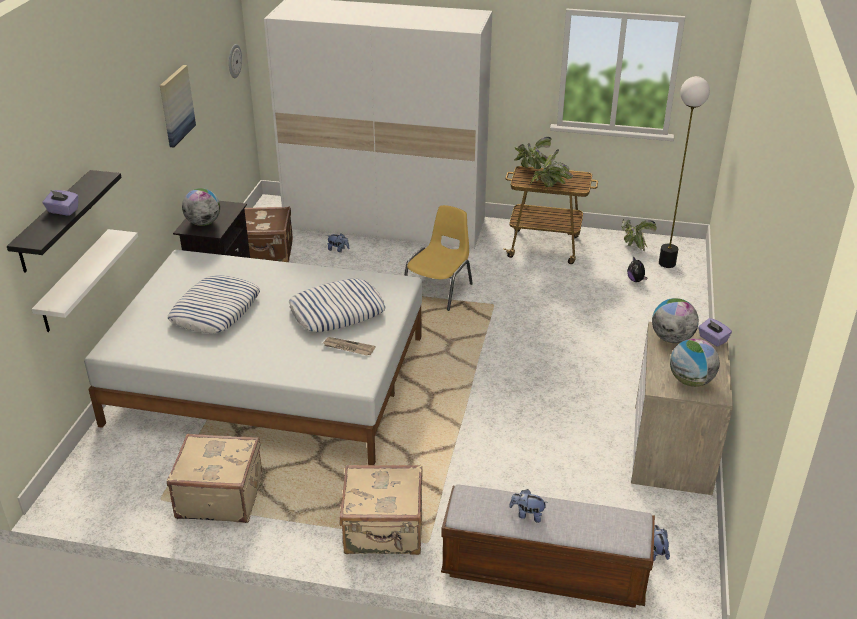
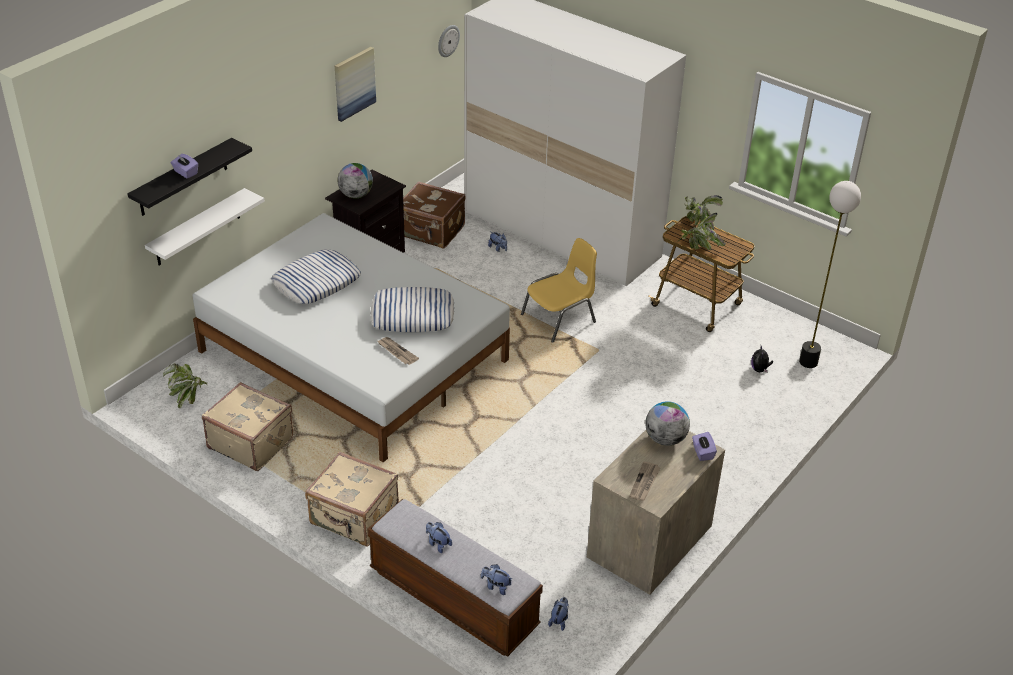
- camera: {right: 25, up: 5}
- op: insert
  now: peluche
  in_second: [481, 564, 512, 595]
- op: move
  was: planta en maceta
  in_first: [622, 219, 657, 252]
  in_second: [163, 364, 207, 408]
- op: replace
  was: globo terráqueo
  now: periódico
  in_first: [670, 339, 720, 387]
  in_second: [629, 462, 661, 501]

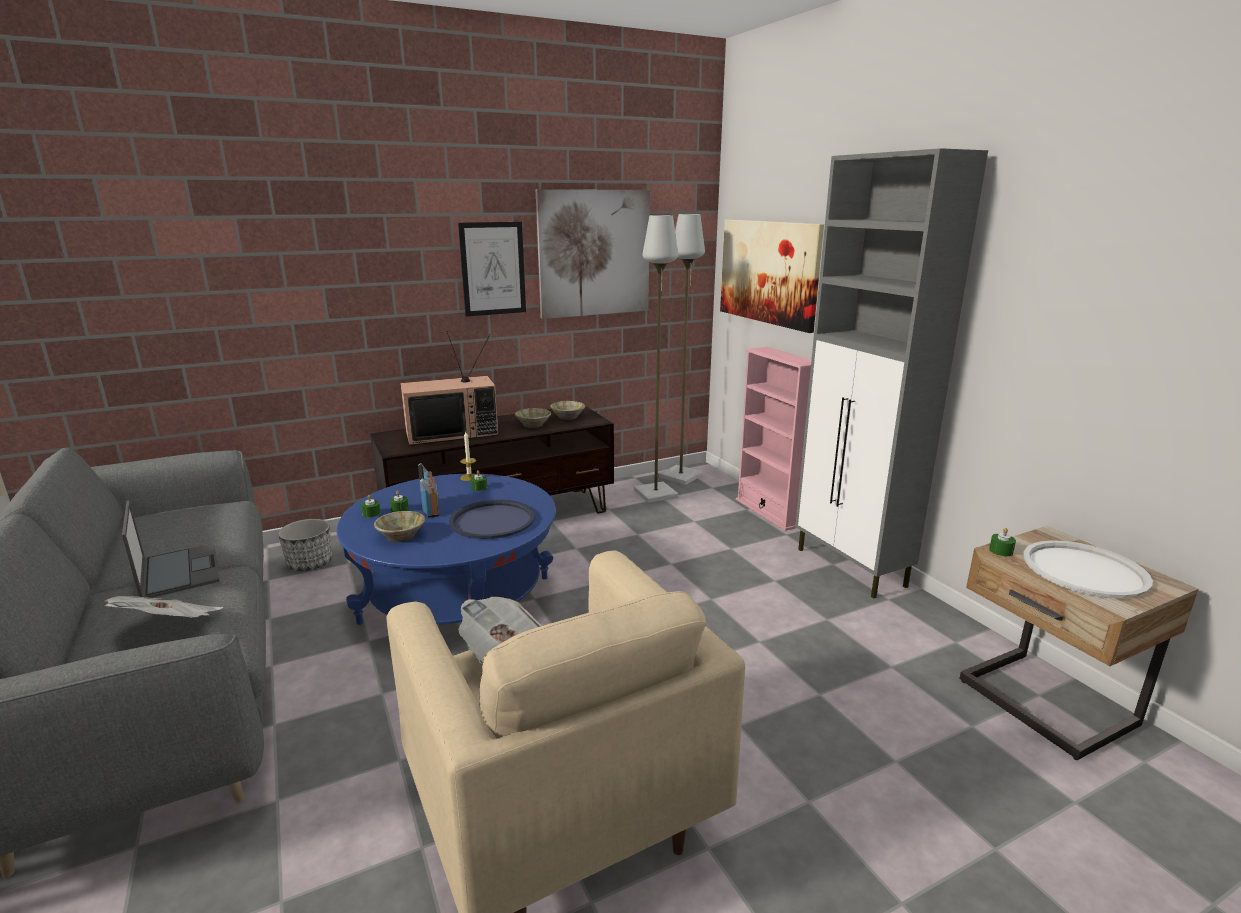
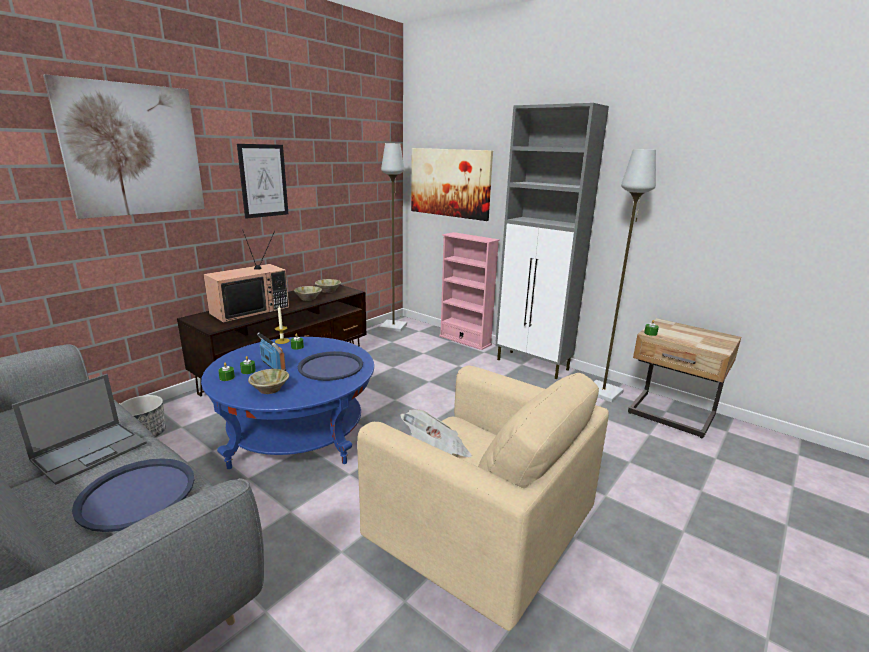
- camera: {right: -25, up: 0}
- op: delete
  was: bandeja (blanco)
  in_first: [1023, 540, 1153, 598]
- op: move
  was: cuadro
  in_first: [536, 189, 650, 319]
  in_second: [43, 74, 205, 219]
- op: move
  was: lámpara de pie (gris)
  in_first: [634, 215, 678, 503]
  in_second: [594, 149, 656, 402]
- op: replace
  was: periódico
  now: bandeja (azul)
  in_first: [104, 596, 223, 618]
  in_second: [72, 458, 194, 532]
- op: rotate
  was: portátil
  in_first: [122, 501, 219, 598]
  in_second: [12, 374, 147, 485]
  clockwise: 90

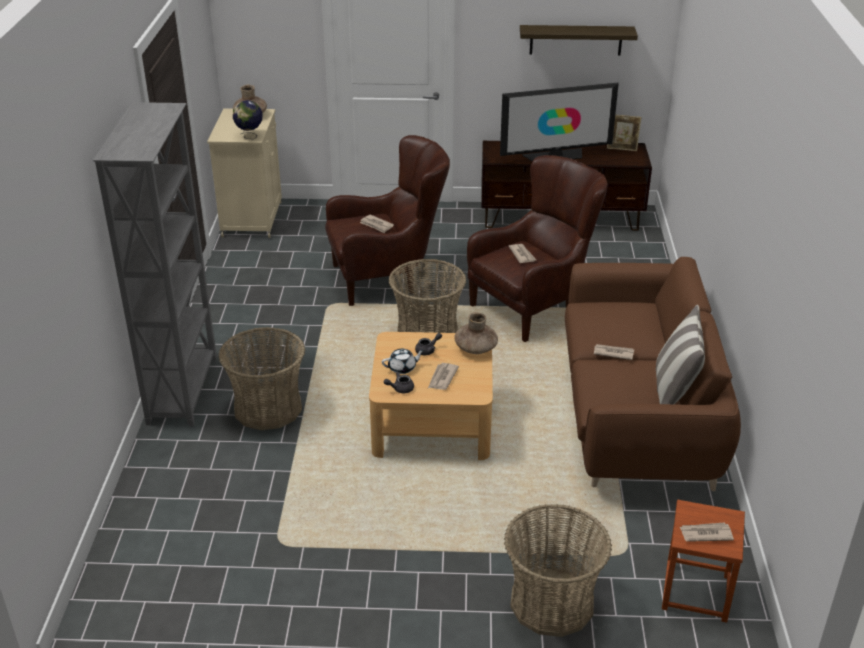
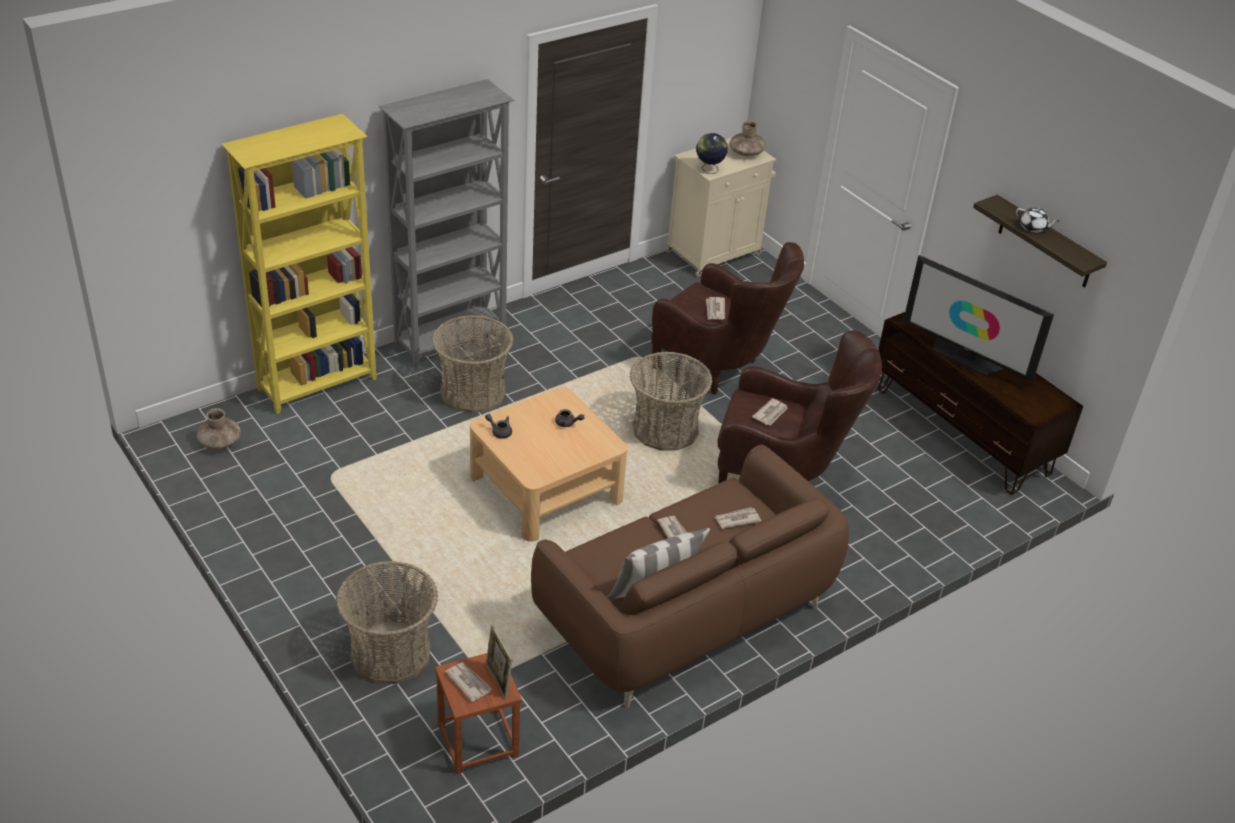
- camera: {right: 50, up: 5}
- op: insert
  now: estantería (amarillo)
  in_second: [221, 114, 377, 414]
- op: move
  was: tetera (blanco)
  in_first: [382, 349, 424, 374]
  in_second: [1016, 208, 1059, 233]
- op: move
  was: periódico
  in_first: [428, 363, 459, 390]
  in_second: [714, 507, 761, 529]
- op: move
  was: florero (marrón)
  in_first: [454, 312, 498, 354]
  in_second: [197, 408, 241, 450]
- op: move
  was: portarretratos
  in_first: [607, 114, 642, 151]
  in_second: [486, 624, 513, 699]

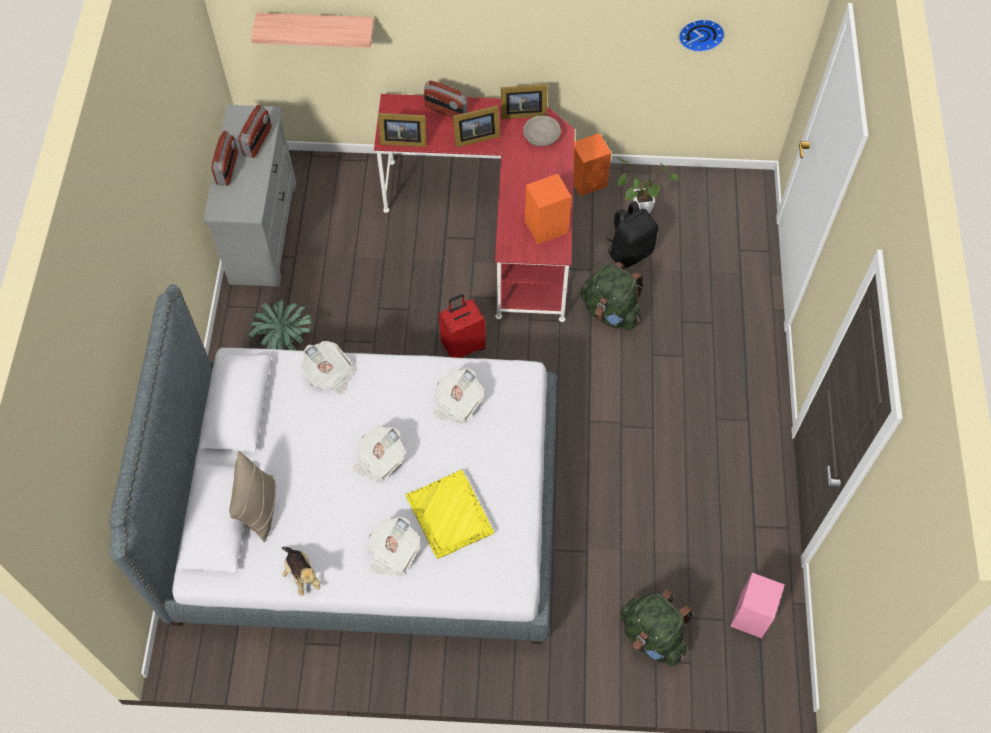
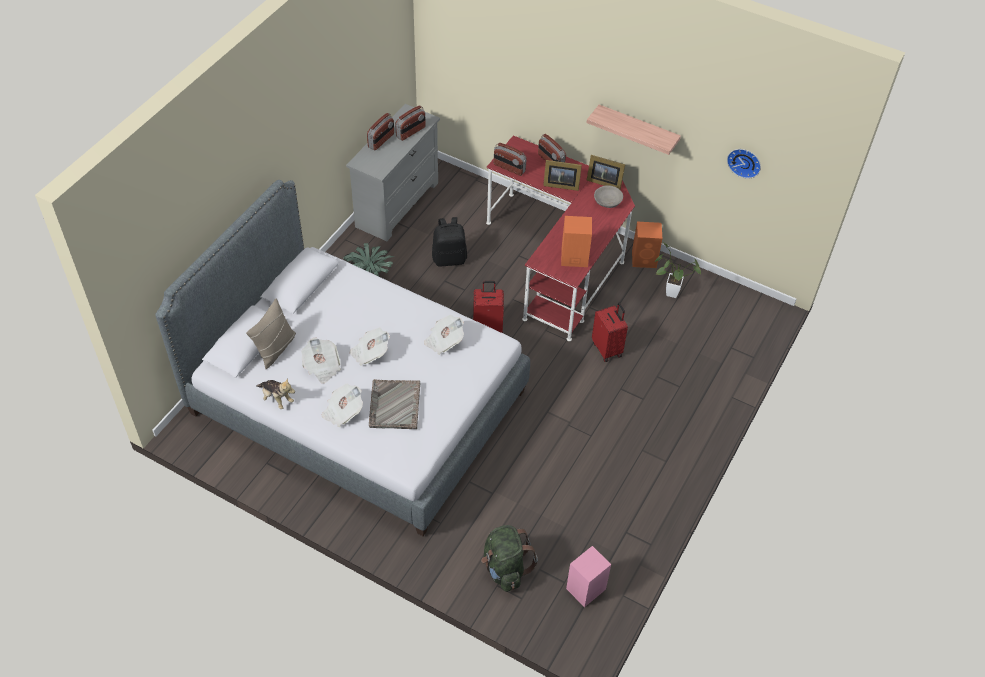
- camera: {right: 25, up: -10}
- op: move
  was: estante
  in_first: [251, 13, 374, 48]
  in_second: [587, 105, 681, 155]
- op: move
  was: periódico
  in_first: [301, 341, 354, 395]
  in_second: [301, 337, 341, 383]
- op: move
  was: mochila (negro)
  in_first: [607, 201, 658, 268]
  in_second: [432, 217, 467, 267]
- op: replace
  was: portarretratos
  now: radio
  in_first: [378, 113, 427, 147]
  in_second: [494, 143, 527, 176]
- op: replace
  was: mochila (verde)
  now: maleta (rojo)
  in_first: [581, 262, 644, 331]
  in_second: [592, 303, 628, 362]
- op: recolor
  was: bandeja (amarillo)
  now: bandeja (gris)
  in_first: [406, 470, 494, 559]
  in_second: [369, 379, 420, 429]
- op: rotate
  was: peluche
  in_first: [281, 547, 321, 596]
  in_second: [256, 378, 295, 409]
  clockwise: -45

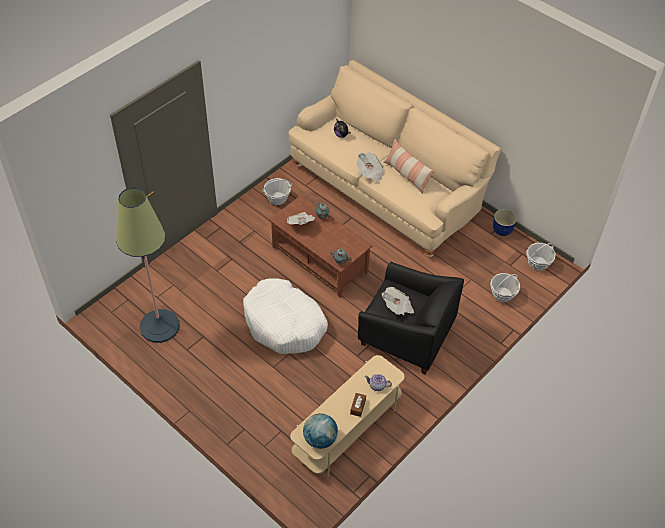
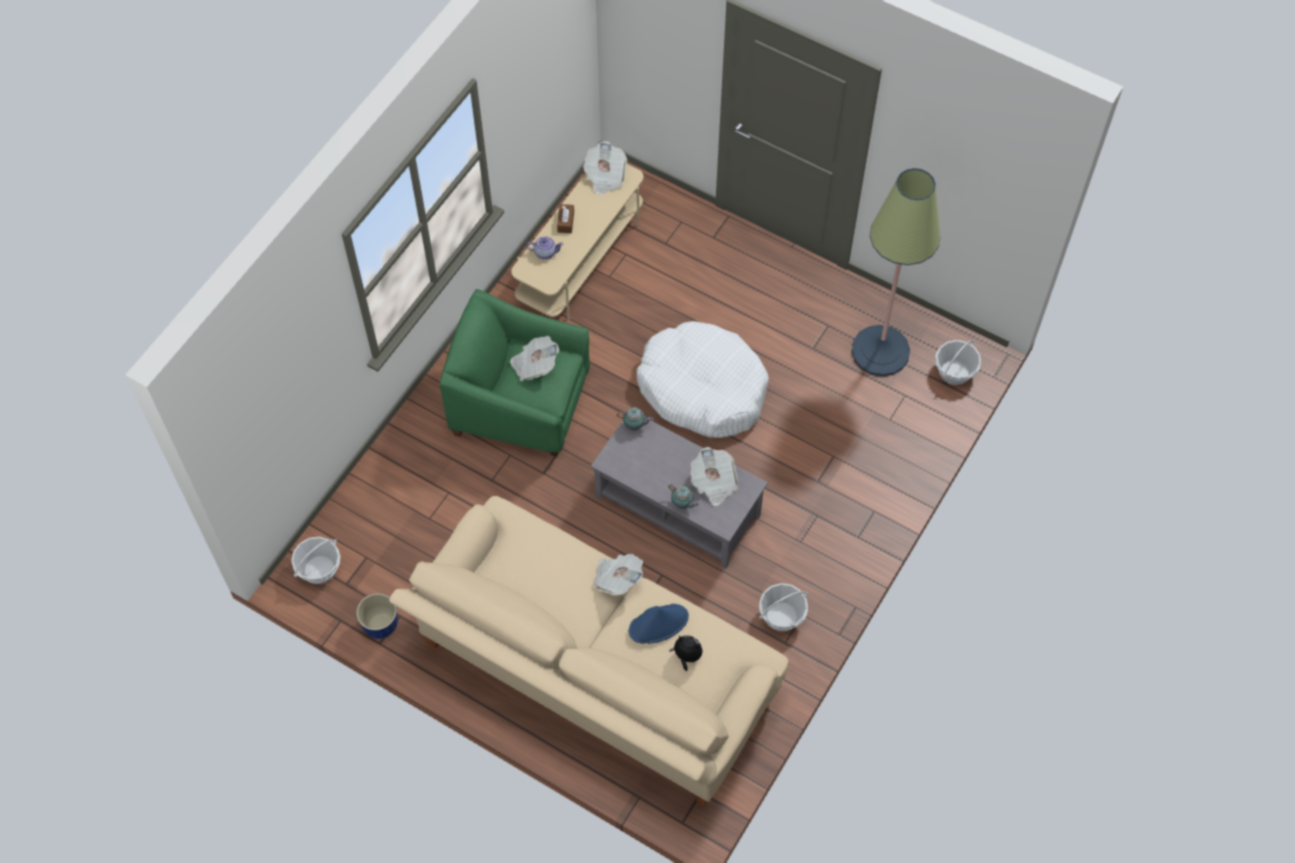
- camera: {right: 170, up: 10}
- op: delete
  was: cojín
  in_first: [384, 139, 435, 194]
- op: insert
  now: sombrero (azul)
  in_second: [629, 604, 689, 644]
- op: move
  was: cesta
  in_first: [491, 273, 520, 302]
  in_second: [935, 340, 981, 385]
- op: replace
  was: globo terráqueo
  now: periódico
  in_first: [303, 413, 338, 449]
  in_second: [583, 141, 627, 195]
- op: recolor
  was: mesa de centro (marrón)
  now: mesa de centro (gris)
  in_first: [269, 195, 373, 297]
  in_second: [591, 420, 768, 569]
- op: recolor
  was: sillón (negro)
  now: sillón (verde)
  in_first: [358, 262, 464, 375]
  in_second: [440, 289, 590, 456]

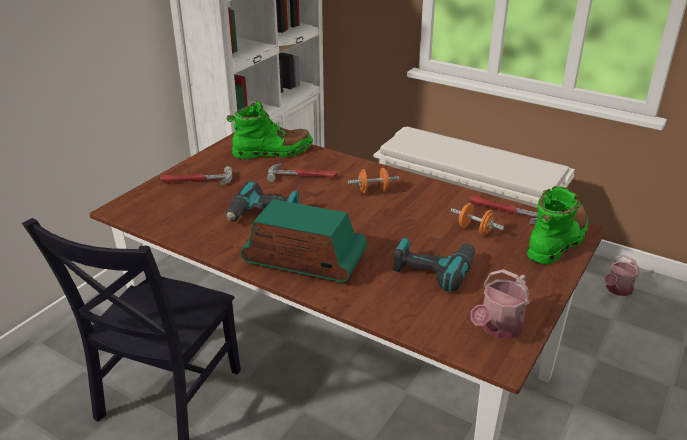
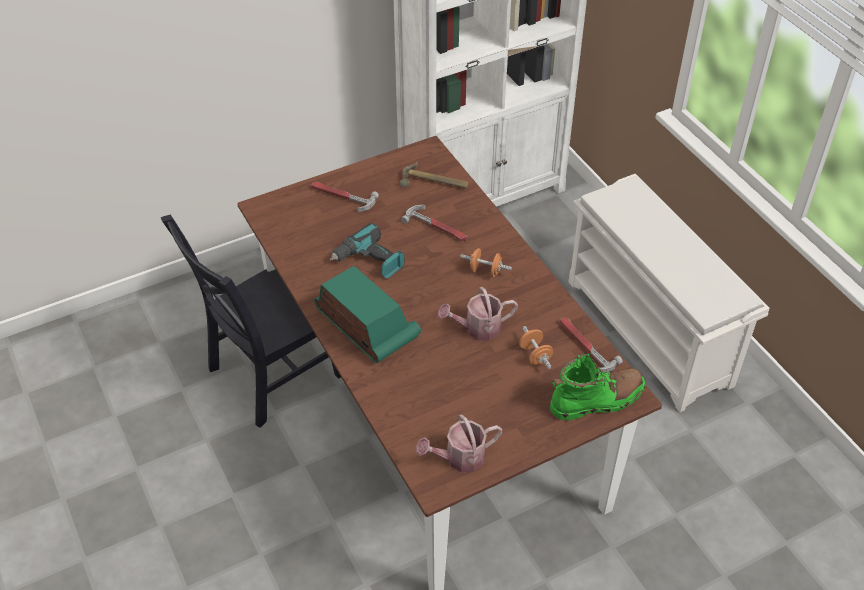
- camera: {right: 30, up: 15}
- op: delete
  was: taladro
  in_first: [393, 237, 475, 292]
- op: move
  was: regadera
  in_first: [605, 255, 639, 296]
  in_second: [438, 287, 518, 341]
- op: replace
  was: bota (verde)
  now: martillo
  in_first: [226, 101, 313, 160]
  in_second: [400, 162, 468, 188]

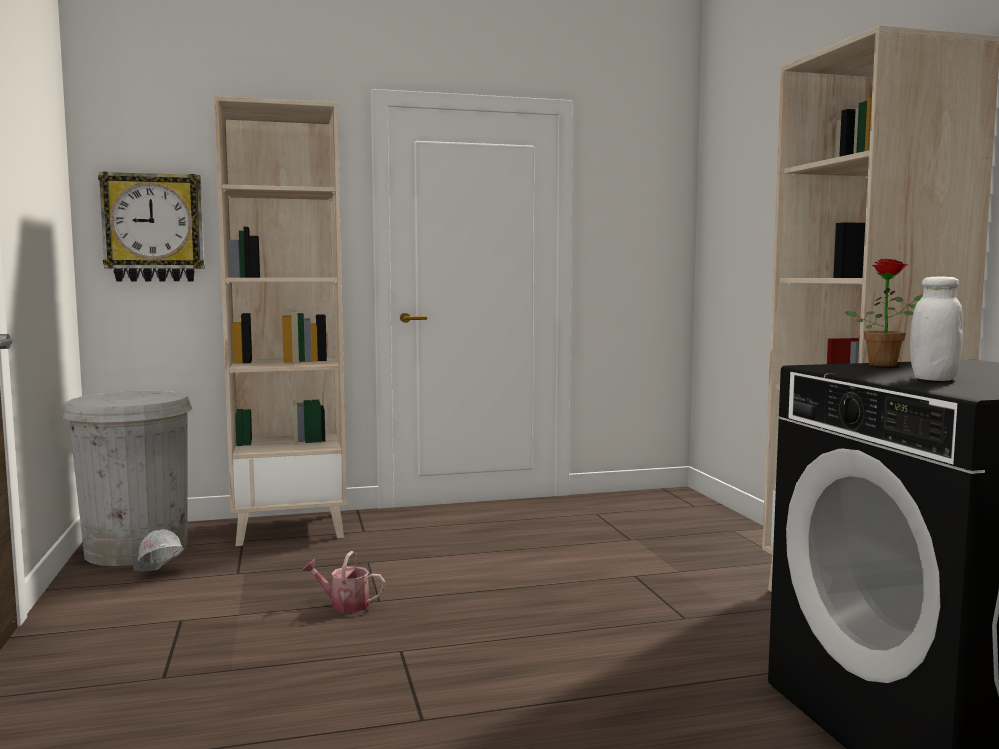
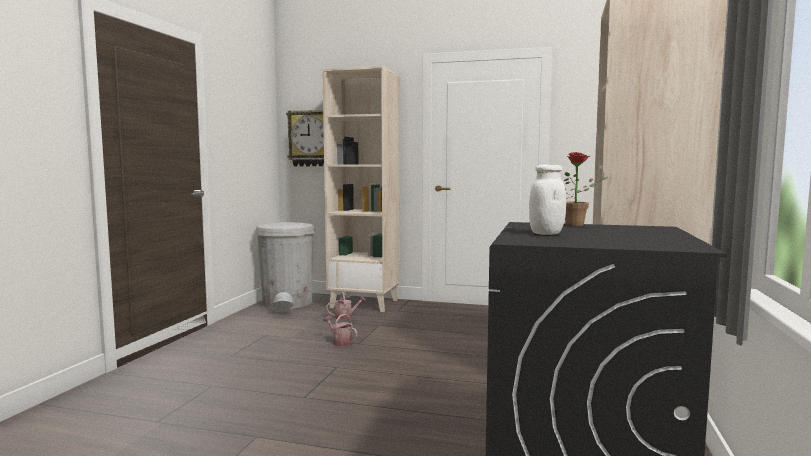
- camera: {right: 30, up: 0}
- op: insert
  now: regadera
  in_second: [326, 292, 366, 320]

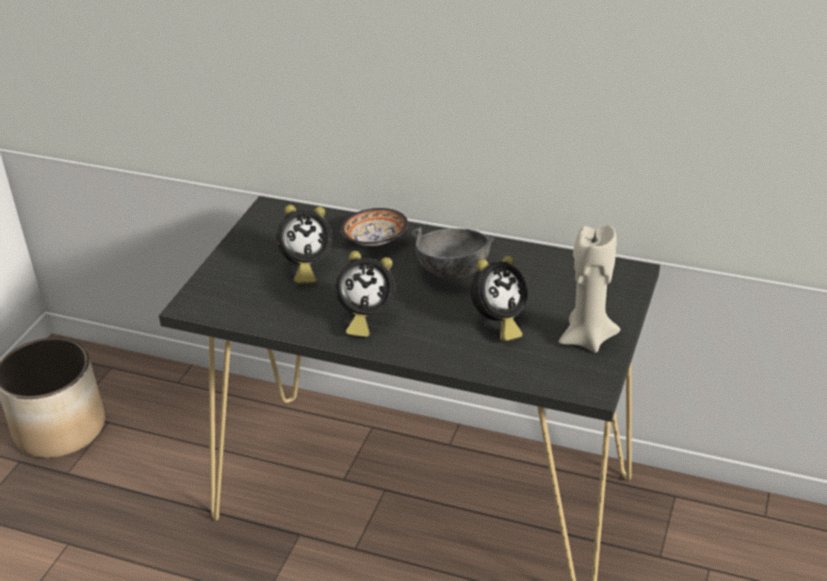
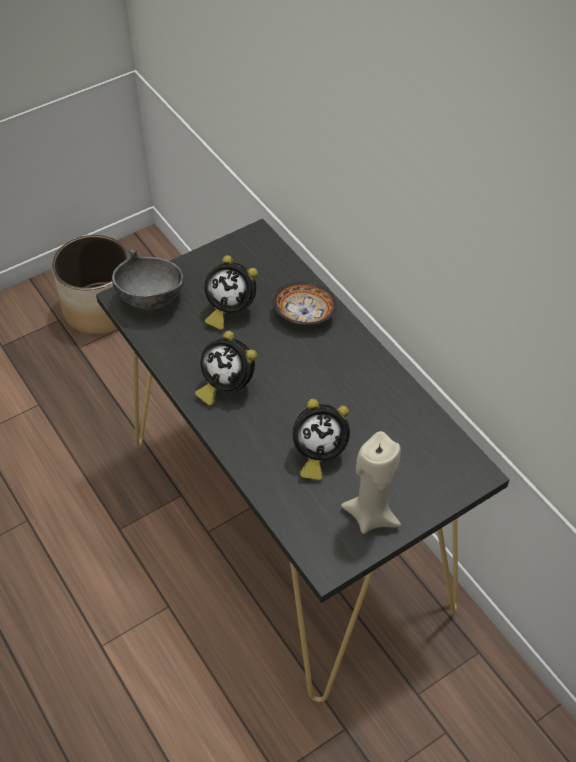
- camera: {right: 35, up: 15}
- op: move
  was: cuenco (gris)
  in_first: [411, 227, 494, 279]
  in_second: [112, 250, 183, 310]

